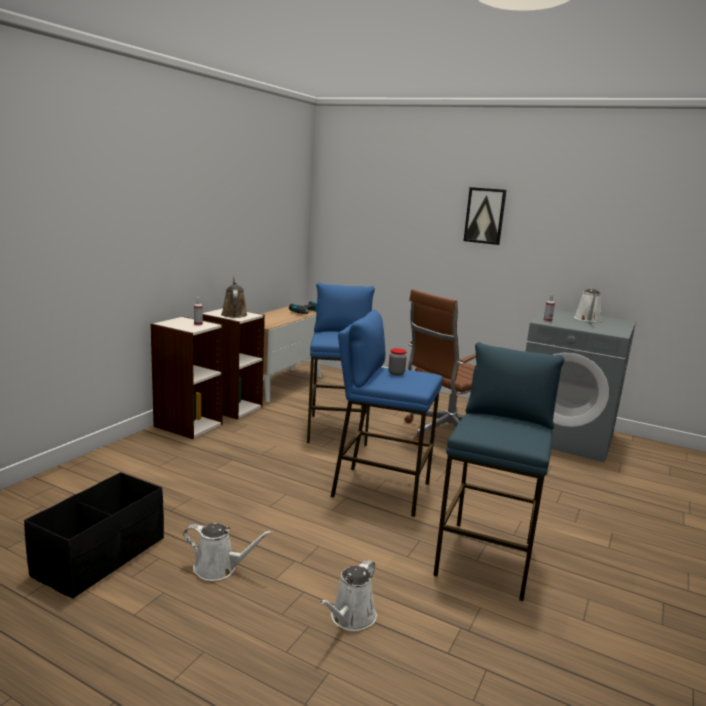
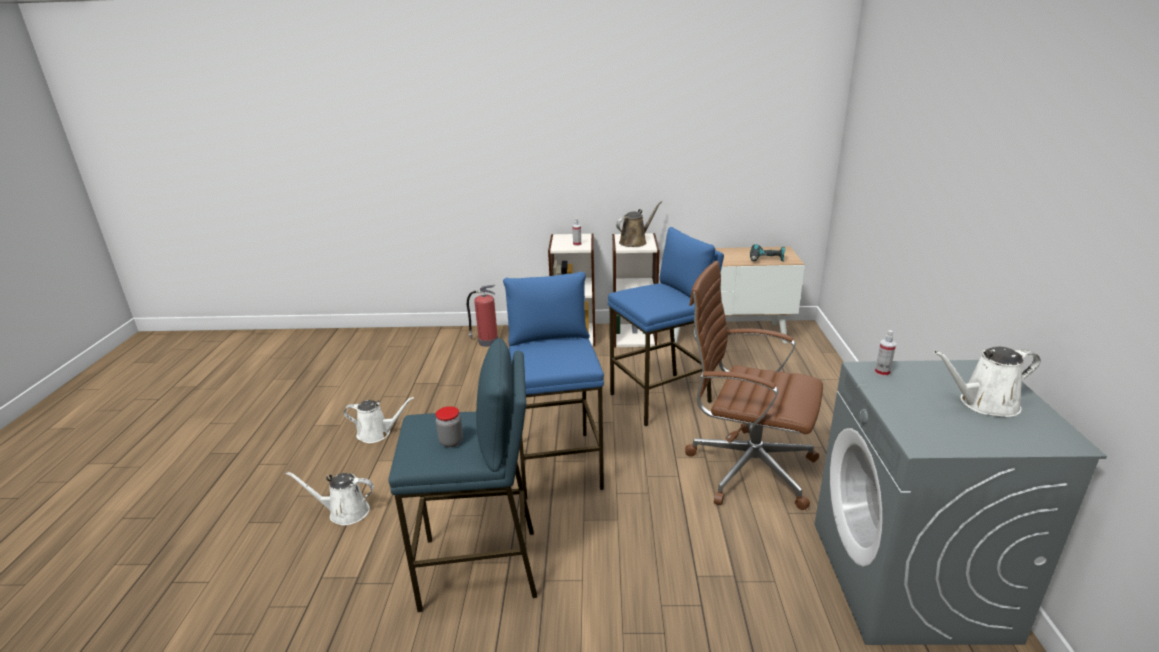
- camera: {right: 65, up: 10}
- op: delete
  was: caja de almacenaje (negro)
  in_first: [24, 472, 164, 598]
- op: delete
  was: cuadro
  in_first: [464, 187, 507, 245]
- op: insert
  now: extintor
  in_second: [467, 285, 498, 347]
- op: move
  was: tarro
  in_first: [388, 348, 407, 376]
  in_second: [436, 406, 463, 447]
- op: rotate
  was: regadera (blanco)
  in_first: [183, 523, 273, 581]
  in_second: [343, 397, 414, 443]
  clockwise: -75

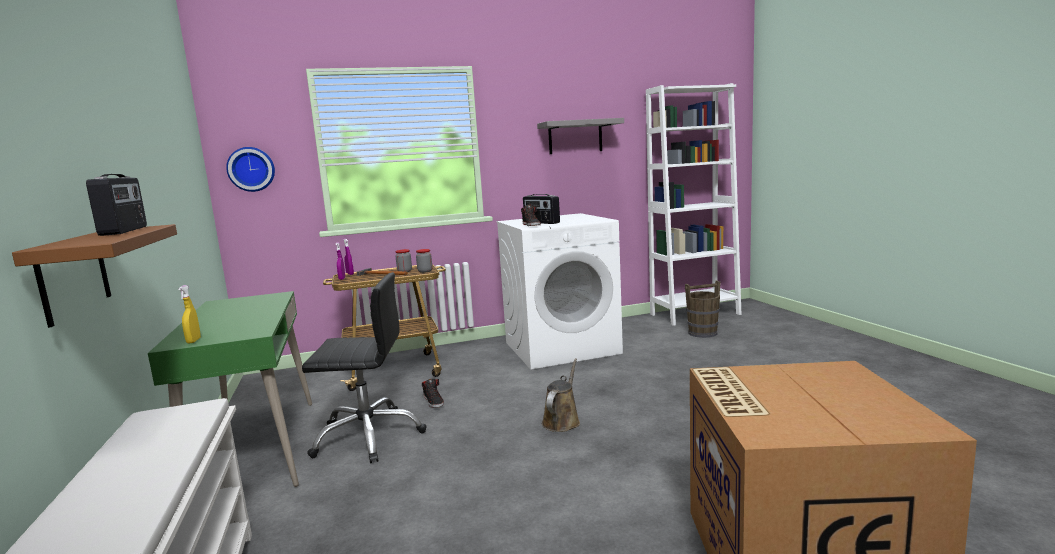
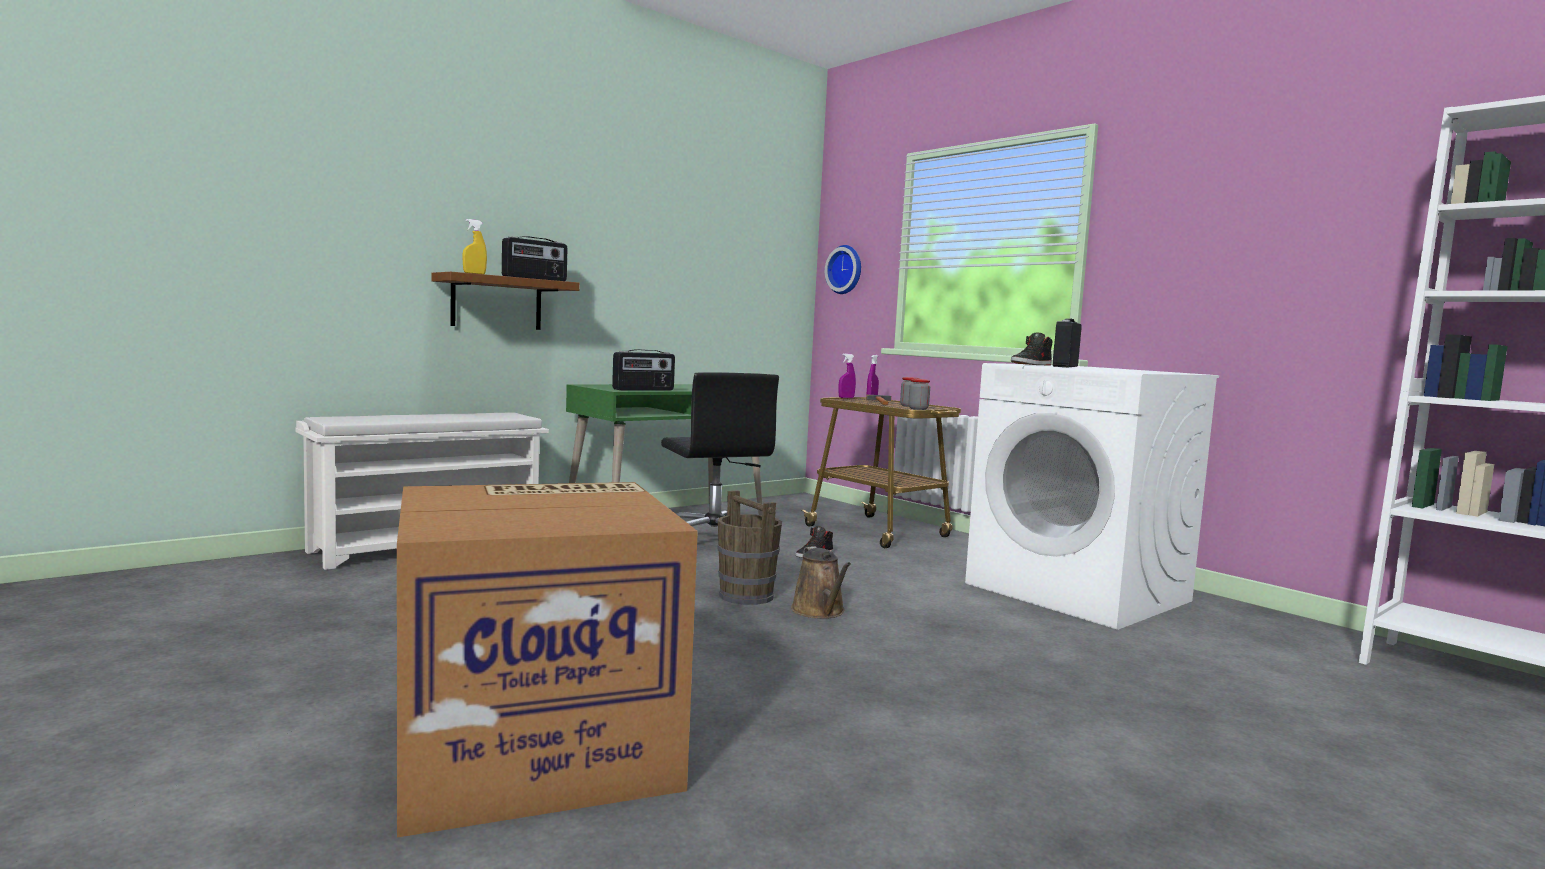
- camera: {right: 65, up: -5}
- op: delete
  was: estante (gris)
  in_first: [537, 118, 624, 154]
- op: insert
  now: radio
  in_second: [612, 349, 675, 391]
- op: move
  was: pulverizador (amarillo)
  in_first: [178, 285, 201, 344]
  in_second: [462, 219, 487, 274]
- op: move
  was: cubo (marrón)
  in_first: [685, 281, 720, 338]
  in_second: [717, 490, 782, 605]
- op: rotate
  was: regadera (marrón)
  in_first: [542, 358, 580, 432]
  in_second: [791, 546, 851, 619]
  clockwise: 75

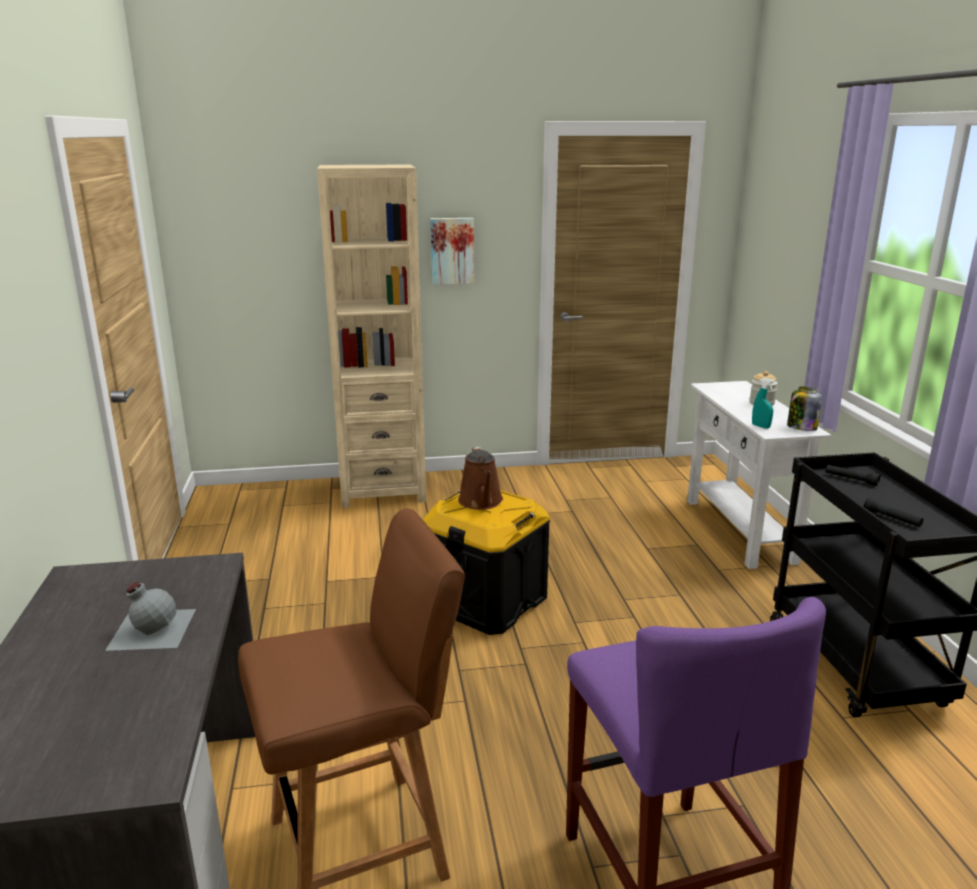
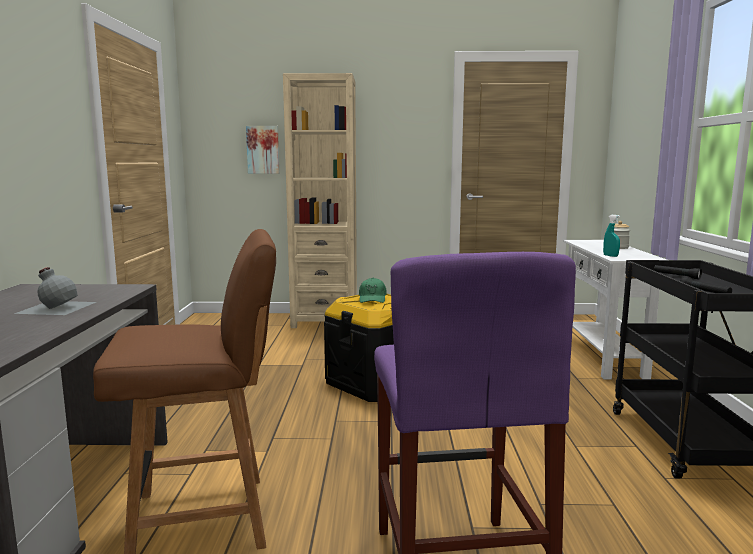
- camera: {right: 10, up: -10}
- op: delete
  was: tarro
  in_first: [787, 387, 822, 431]
- op: move
  was: cuadro
  in_first: [430, 218, 474, 285]
  in_second: [246, 126, 279, 174]
- op: replace
  was: regadera (marrón)
  now: gorra (verde)
  in_first: [458, 447, 503, 510]
  in_second: [359, 278, 387, 303]

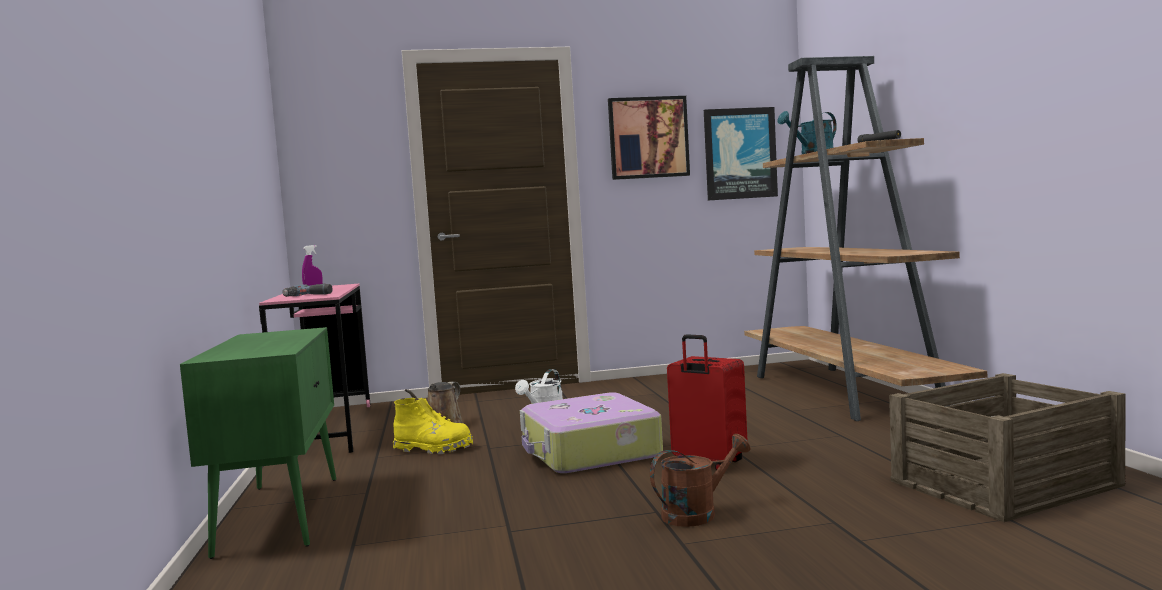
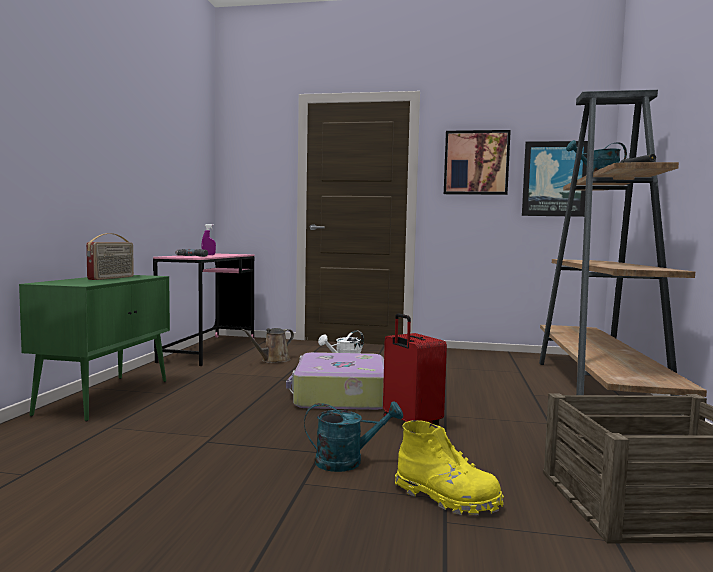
- camera: {right: 20, up: 0}
- op: insert
  now: radio
  in_second: [86, 233, 134, 280]
- op: move
  was: bota (amarillo)
  in_first: [393, 398, 473, 454]
  in_second: [395, 420, 504, 515]
- op: recolor
  was: regadera (marrón)
  now: regadera (turquesa)
  in_first: [650, 434, 750, 527]
  in_second: [304, 402, 403, 472]

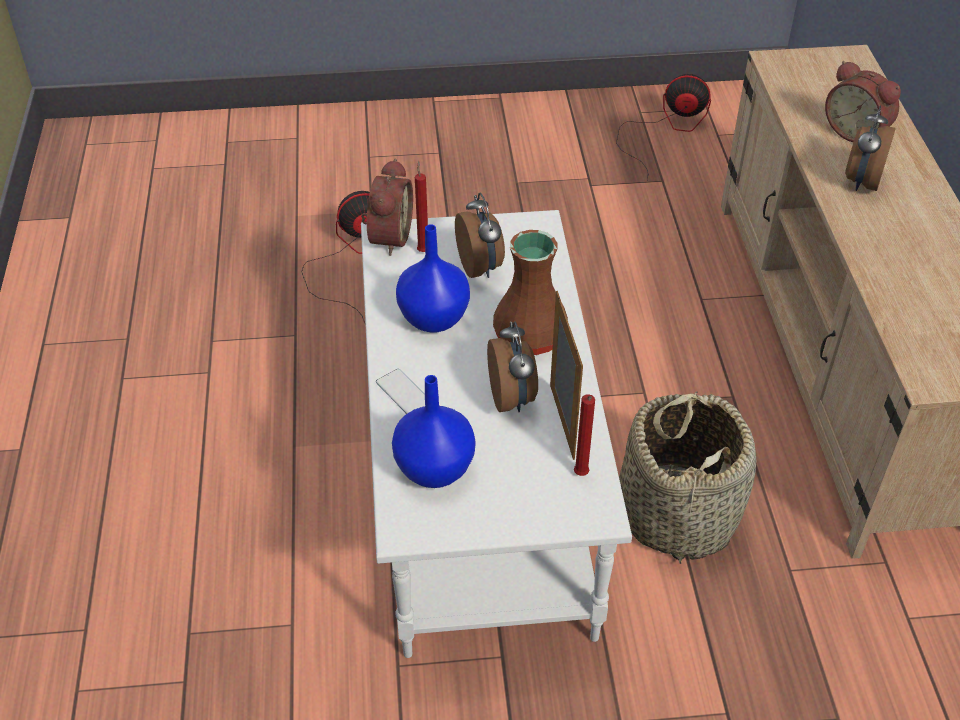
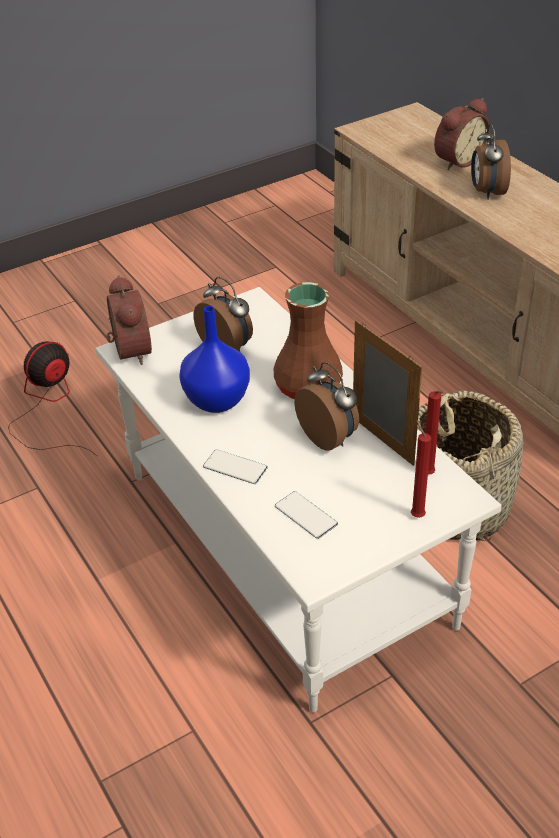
- camera: {right: -25, up: -5}
- op: delete
  was: ventilador
  in_first: [616, 74, 711, 180]
- op: move
  was: vela (rojo)
  in_first: [415, 161, 428, 252]
  in_second: [411, 420, 431, 518]
- op: replace
  was: florero (azul)
  now: móvil
  in_first: [392, 375, 476, 488]
  in_second: [275, 491, 338, 539]
- op: rotate
  was: despertador
  in_first: [825, 61, 901, 142]
  in_second: [434, 98, 490, 170]
  clockwise: -60

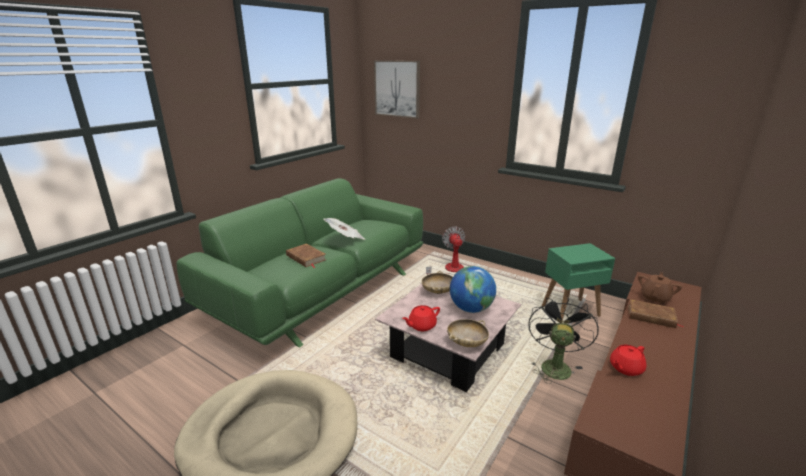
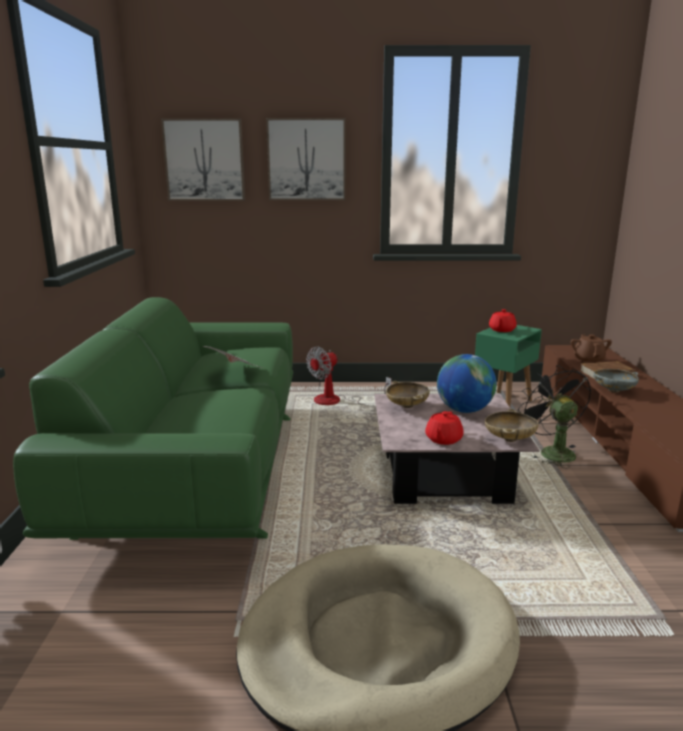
- camera: {right: -35, up: -5}
- op: delete
  was: libro (marrón)
  in_first: [286, 244, 326, 268]
- op: insert
  now: cuadro
  in_second: [266, 118, 345, 200]
- op: insert
  now: cuenco (gris)
  in_second: [593, 369, 639, 392]
- op: move
  was: tetera (rojo)
  in_first: [610, 345, 647, 376]
  in_second: [489, 309, 517, 332]
- op: rotate
  was: ventilador
  in_first: [426, 226, 465, 275]
  in_second: [306, 347, 392, 406]
  clockwise: -90

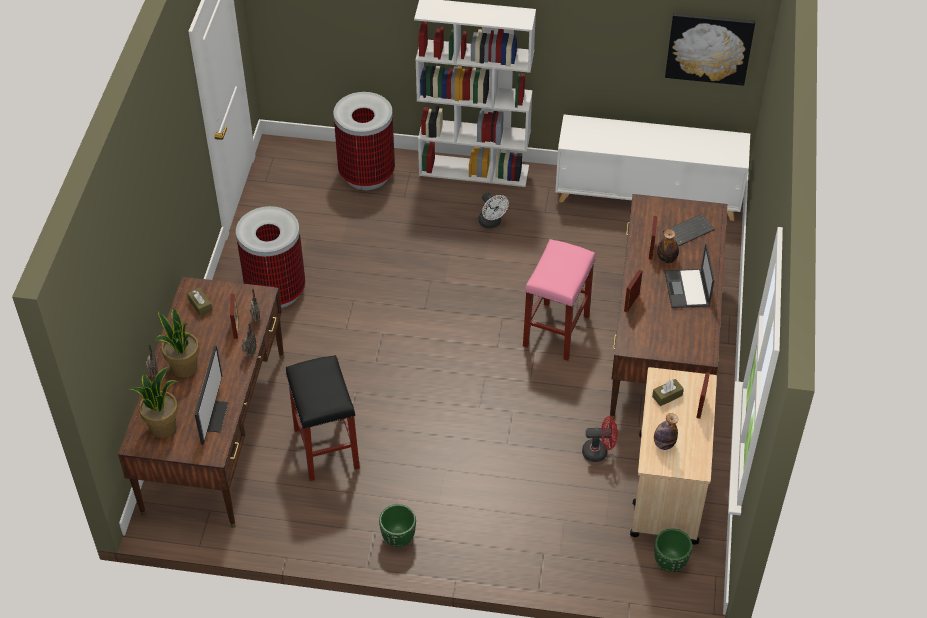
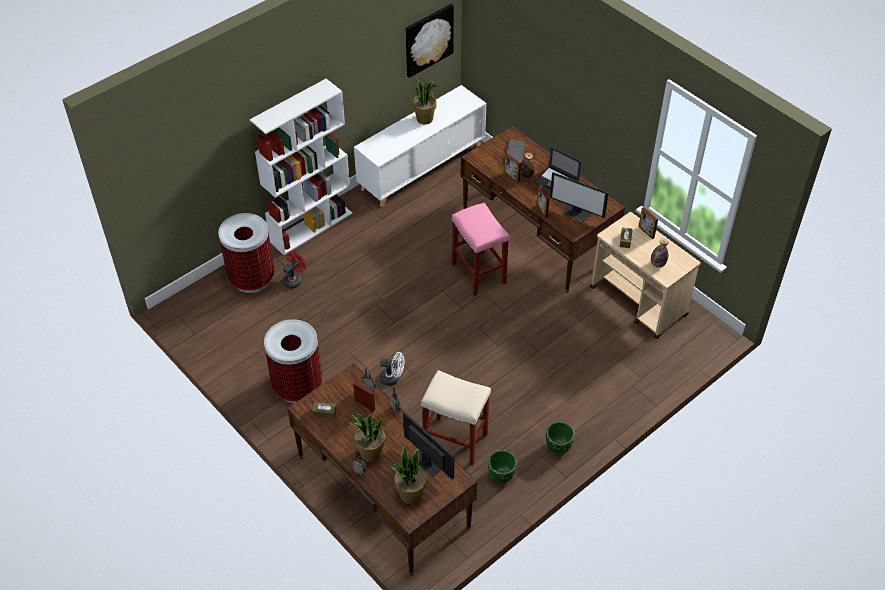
- camera: {right: -50, up: 0}
- op: insert
  now: planta en maceta
  in_second: [413, 77, 439, 125]
- op: insert
  now: monitor
  in_second: [550, 172, 609, 222]
- op: move
  was: ventilador (blanco)
  in_first: [478, 192, 509, 228]
  in_second: [380, 352, 405, 386]
- op: move
  was: ventilador (rojo)
  in_first: [582, 416, 617, 462]
  in_second: [283, 251, 306, 289]
- op: move
  was: maceta (verde)
  in_first: [654, 528, 692, 572]
  in_second: [488, 450, 517, 483]
- op: recolor
  was: taburete (negro)
  now: taburete (beis)
  in_first: [286, 355, 360, 481]
  in_second: [421, 370, 491, 466]

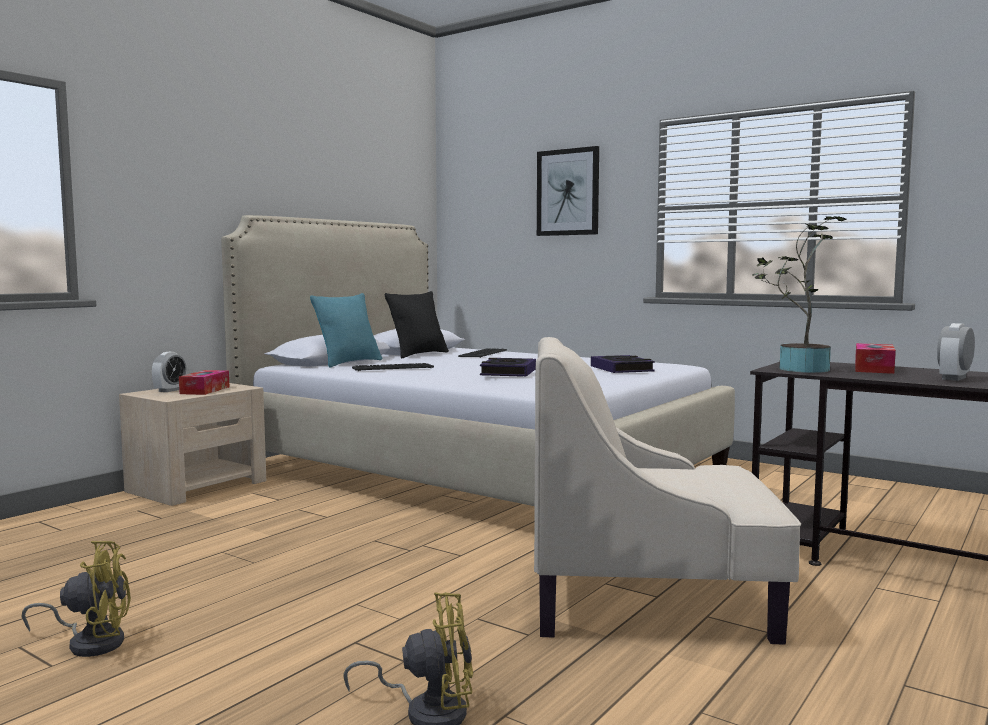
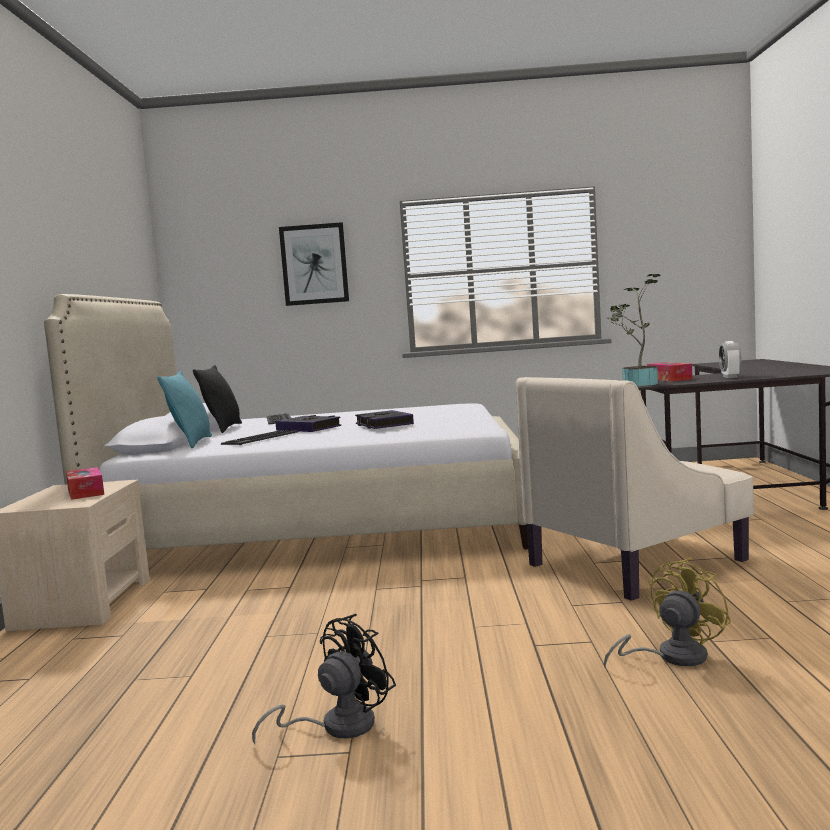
- camera: {right: -35, up: 0}
- op: delete
  was: despertador
  in_first: [152, 352, 187, 392]
- op: move
  was: libro
  in_first: [591, 355, 655, 373]
  in_second: [275, 415, 341, 432]
- op: recolor
  was: ventilador (amarillo)
  now: ventilador (negro)
  in_first: [22, 541, 131, 657]
  in_second: [252, 614, 396, 744]

